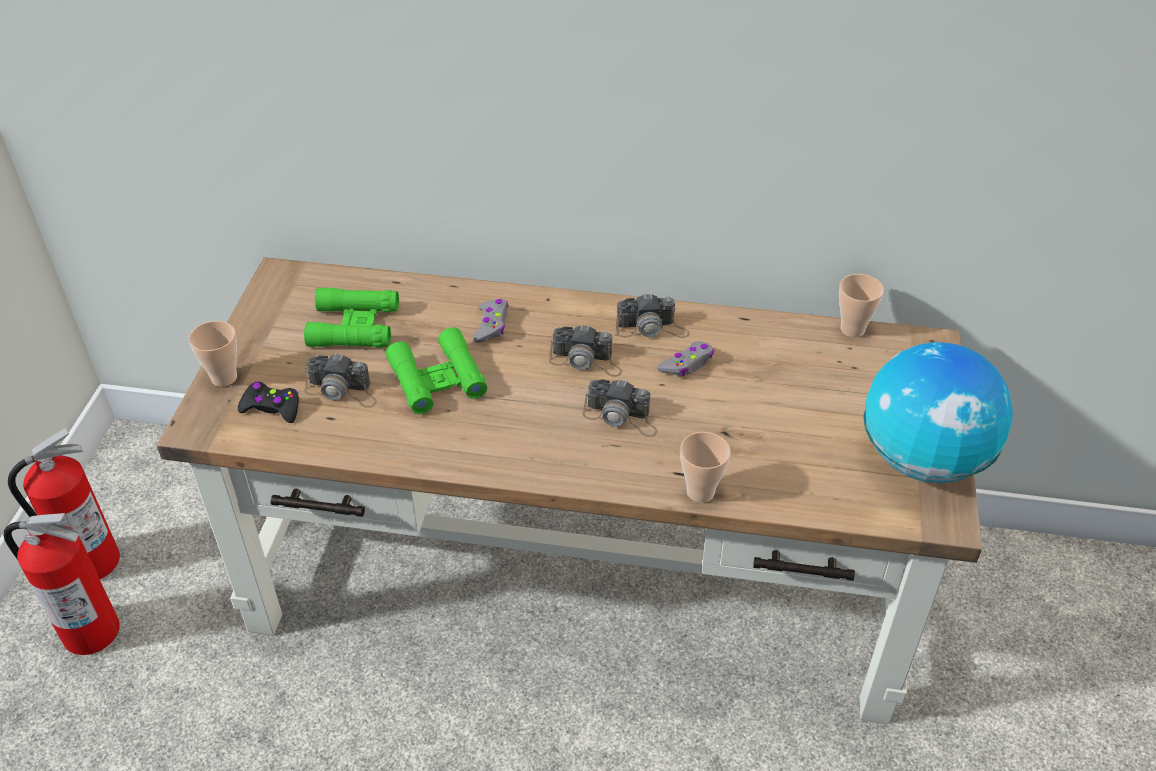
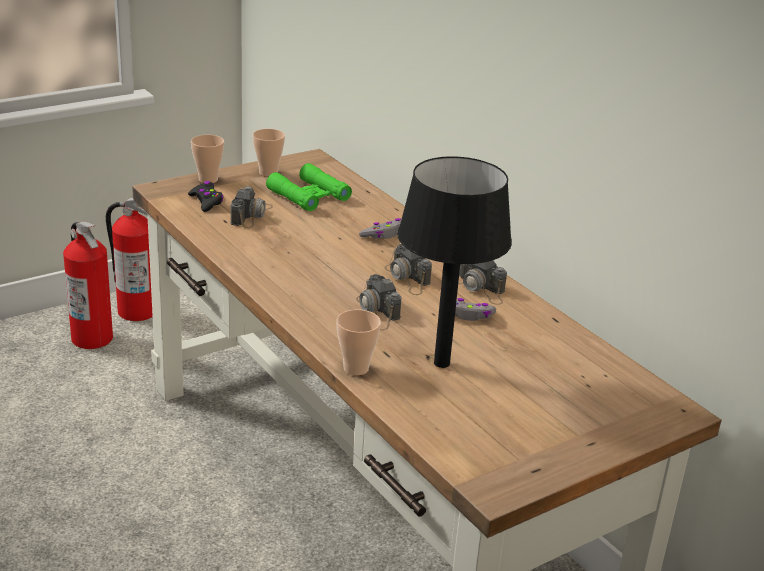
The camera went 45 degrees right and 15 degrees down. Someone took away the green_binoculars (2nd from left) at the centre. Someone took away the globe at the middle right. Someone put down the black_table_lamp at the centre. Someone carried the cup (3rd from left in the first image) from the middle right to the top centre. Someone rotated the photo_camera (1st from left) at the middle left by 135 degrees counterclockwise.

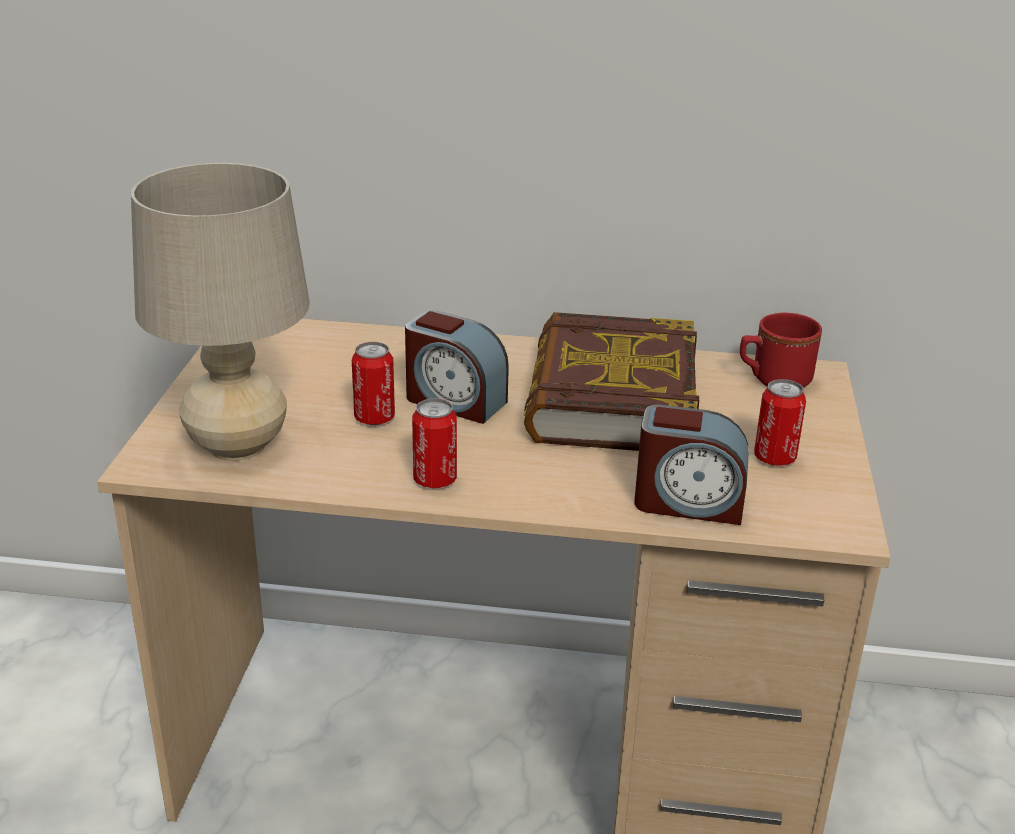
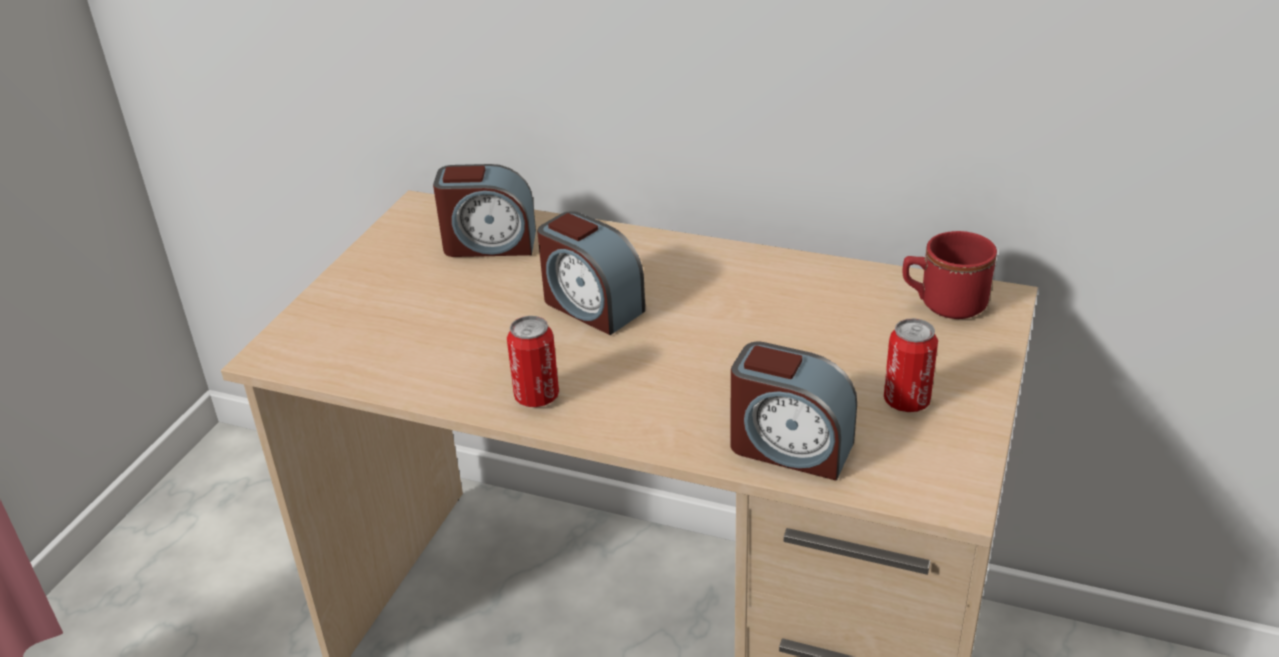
The camera went 15 degrees right and 5 degrees up. Someone took away the beige_table_lamp at the middle left. Someone took away the can (1st from left) at the centre. Someone took away the book at the centre. Someone put down the alarm_clock (1st from left) at the top centre.

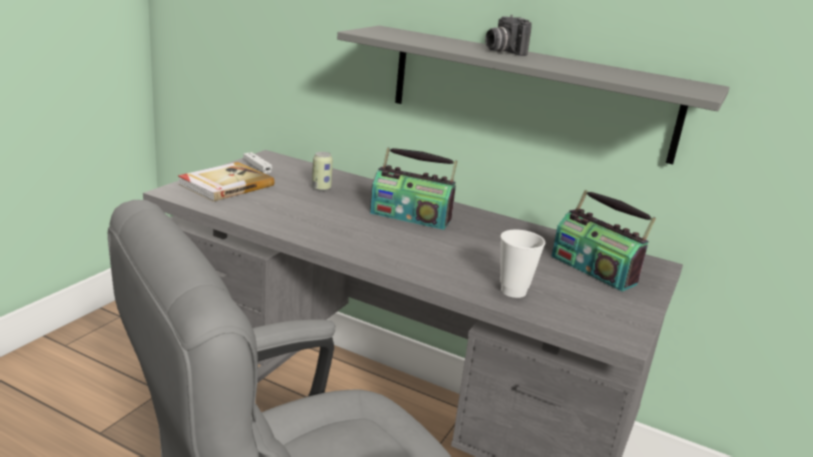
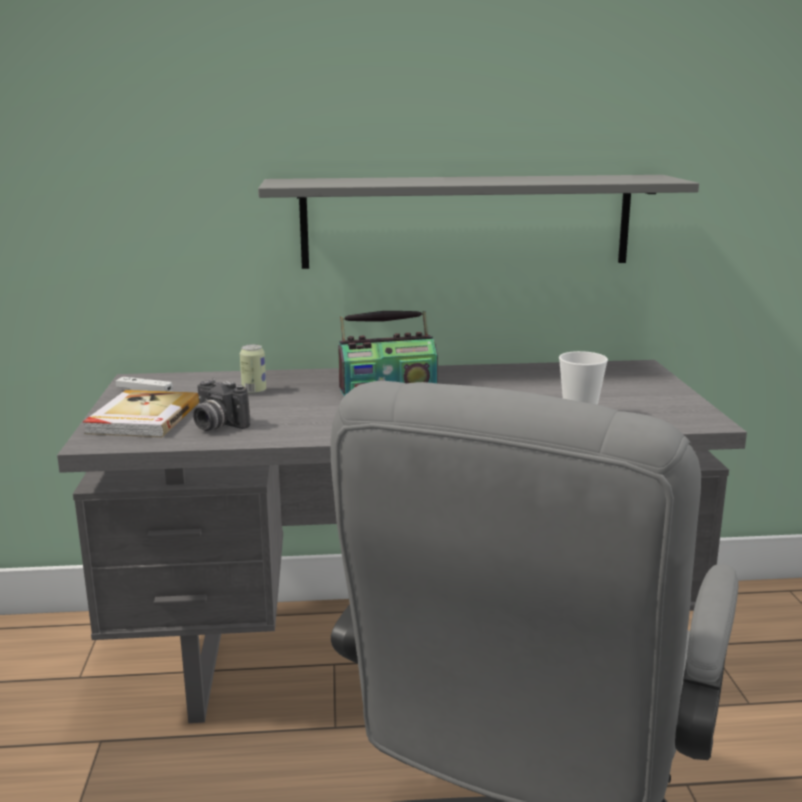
The camera went 30 degrees left and 5 degrees down. Someone took away the radio (2nd from left) at the middle right. Someone carried the photo_camera from the top centre to the middle left.

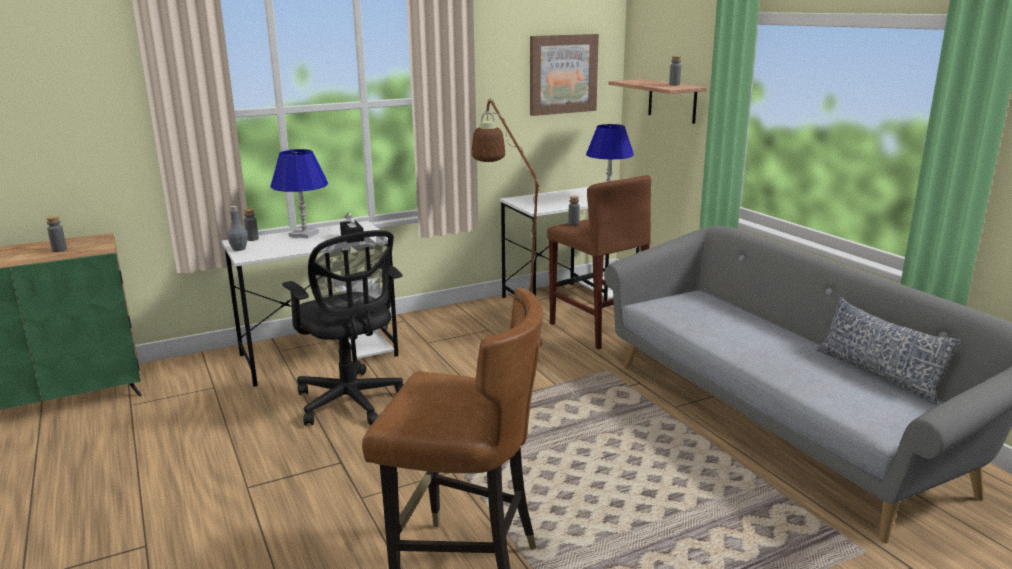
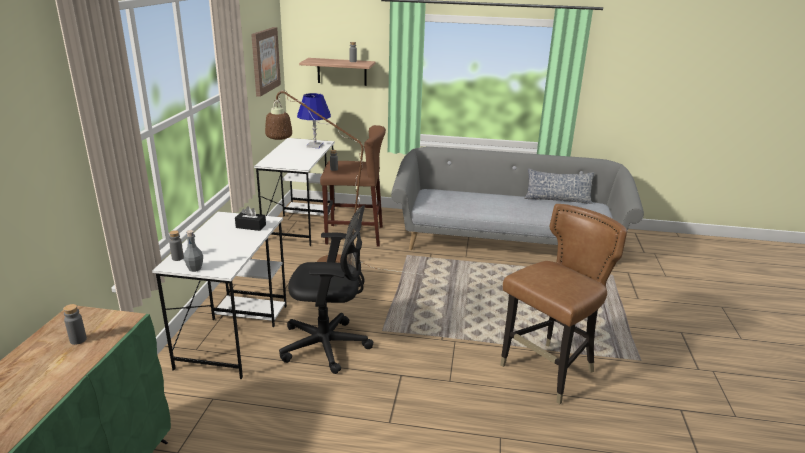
The camera went 55 degrees left and 5 degrees up. Someone took away the blue_table_lamp (1st from left) at the middle left.

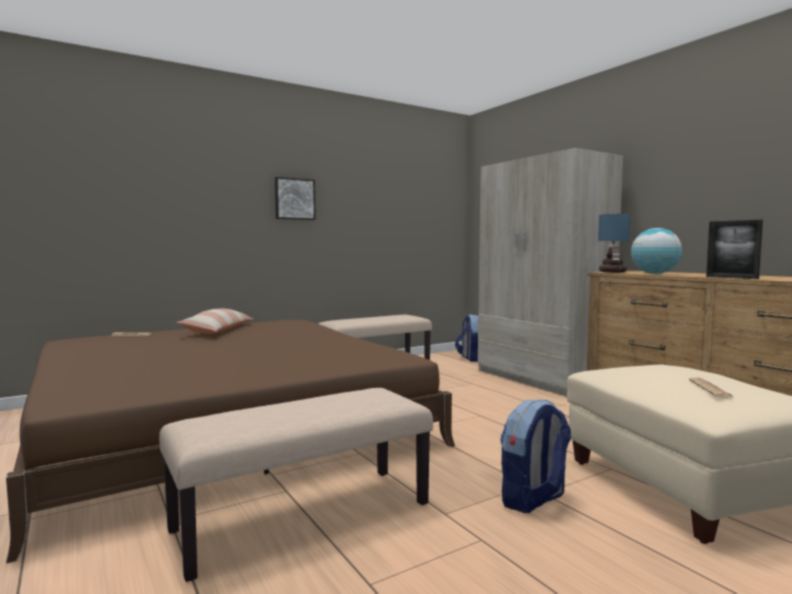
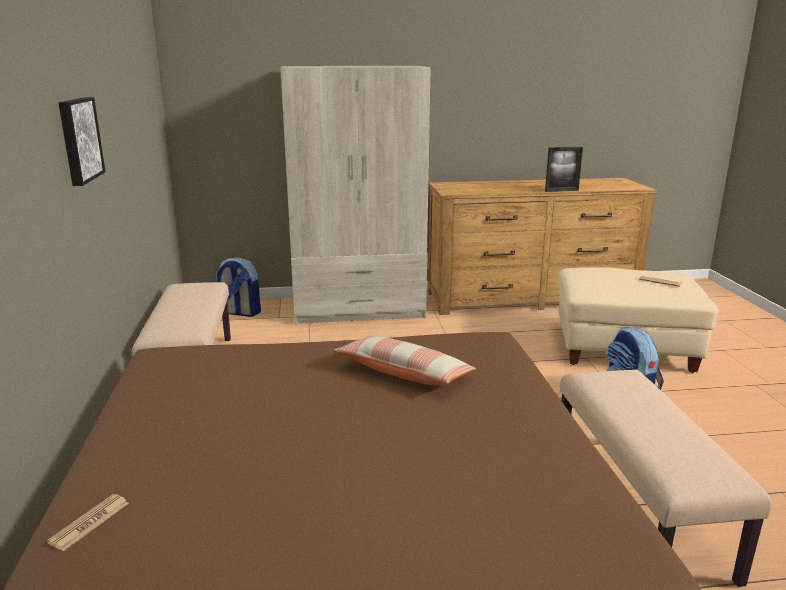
The camera went 65 degrees left and 15 degrees up. Someone took away the table_lamp at the middle right. Someone took away the globe at the middle right. Someone carried the pillow from the middle left to the centre.

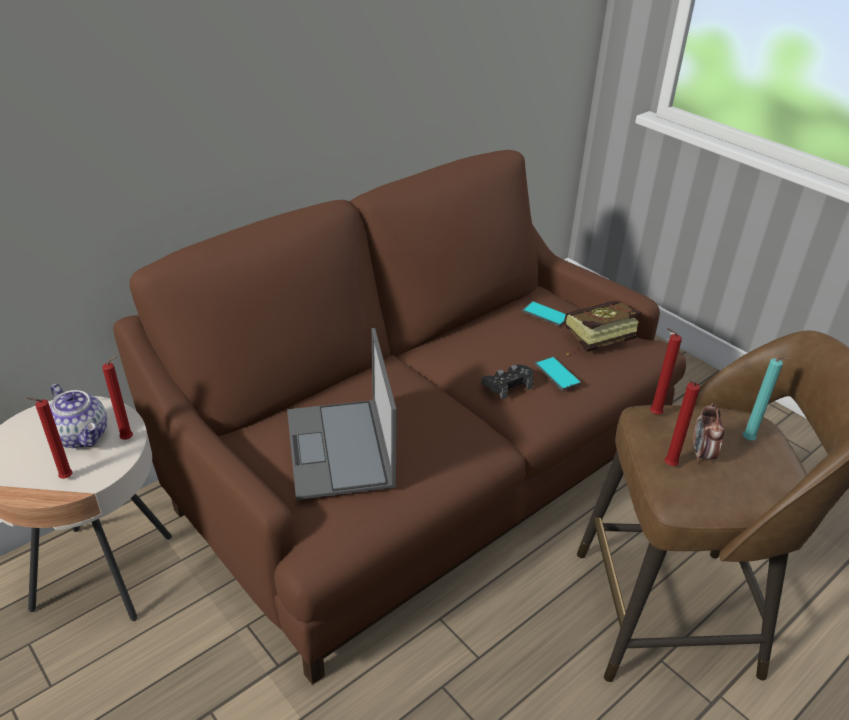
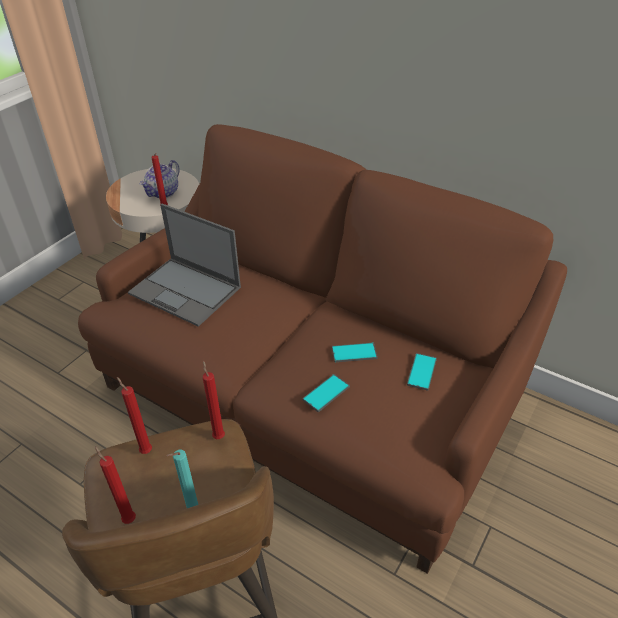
The camera went 75 degrees right and 5 degrees up. Someone took away the black_game_controller at the centre. Someone took away the book at the middle right. Someone took away the alarm_clock at the middle right. Someone put down the phone (2nd from left) at the centre. Someone carried the red_candle (1st from left) from the middle left to the bottom left. Someone rotated the laptop at the centre by 120 degrees counterclockwise.

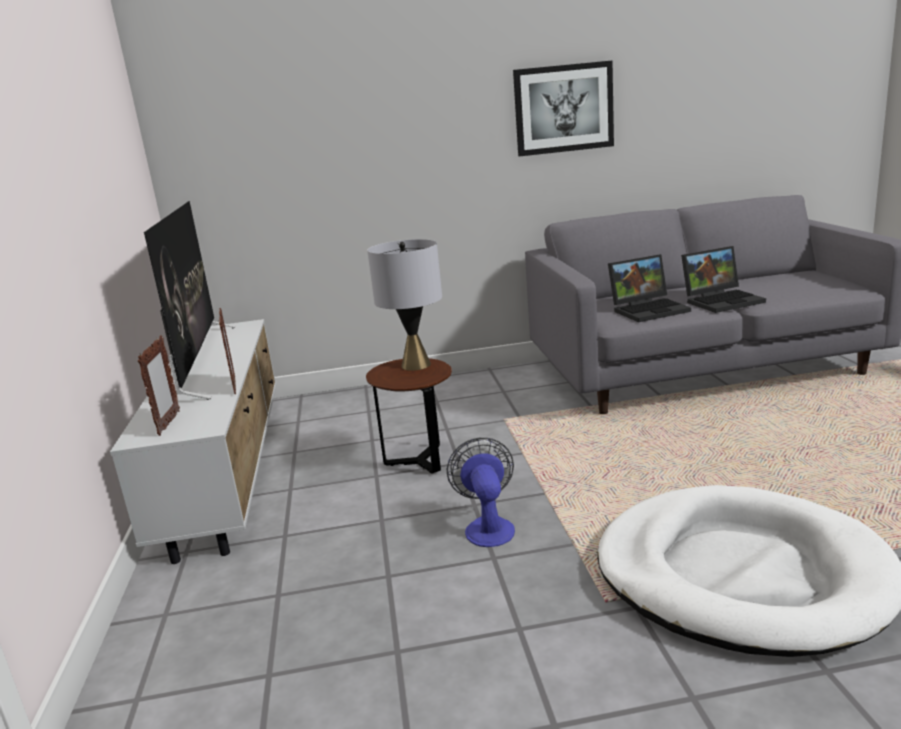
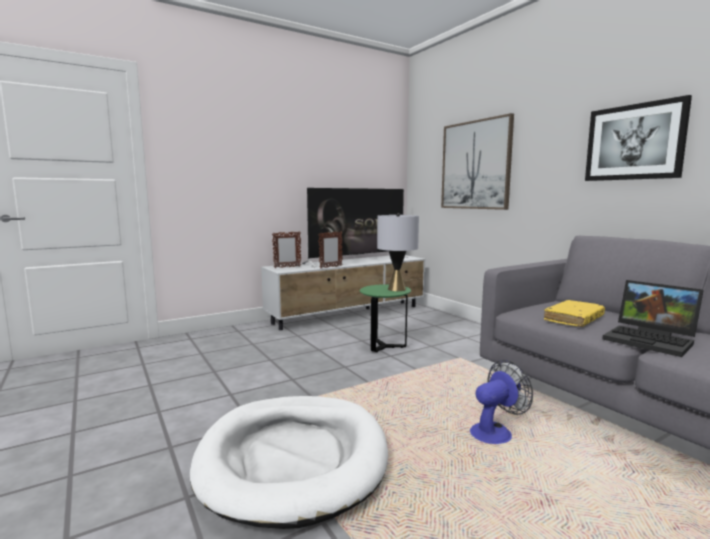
The camera went 65 degrees right and 10 degrees down. Someone put up the picture (1st from left) at the top right. Someone carried the fan from the bottom centre to the bottom right. Someone swapped the laptop (1st from left) at the middle right for the yellow_book at the middle right. Someone repainted the brown_side_table at the centre, which became the green_side_table at the centre.

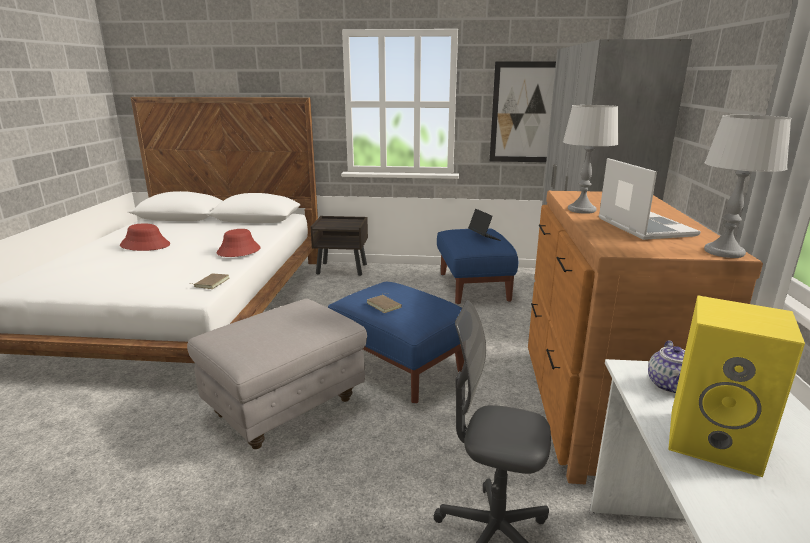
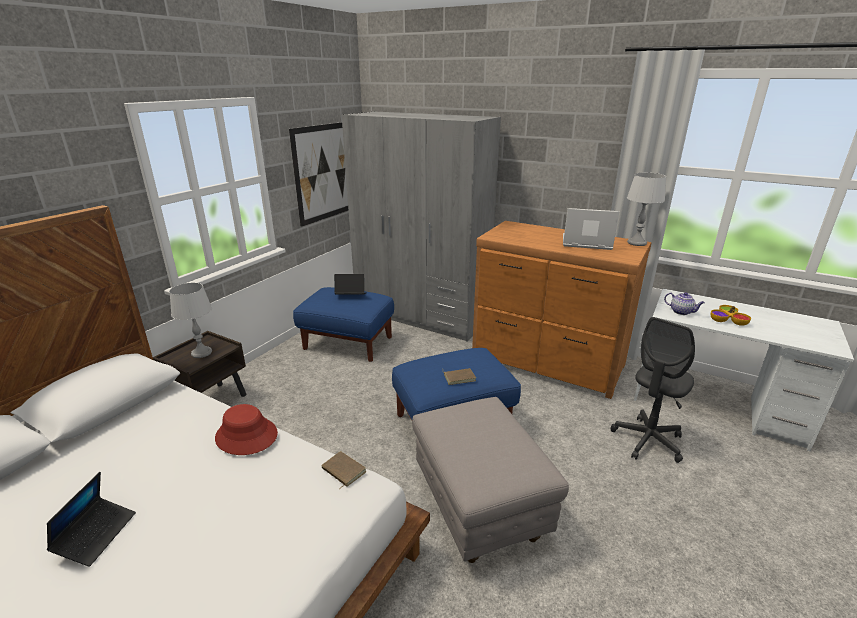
The camera went 65 degrees left and 5 degrees up. Someone carried the grey_table_lamp (1st from left) from the top right to the middle left. Someone swapped the red_hat (1st from left) at the middle left for the laptop (1st from left) at the bottom left. Someone swapped the yellow_speaker at the bottom right for the bowl at the middle right.

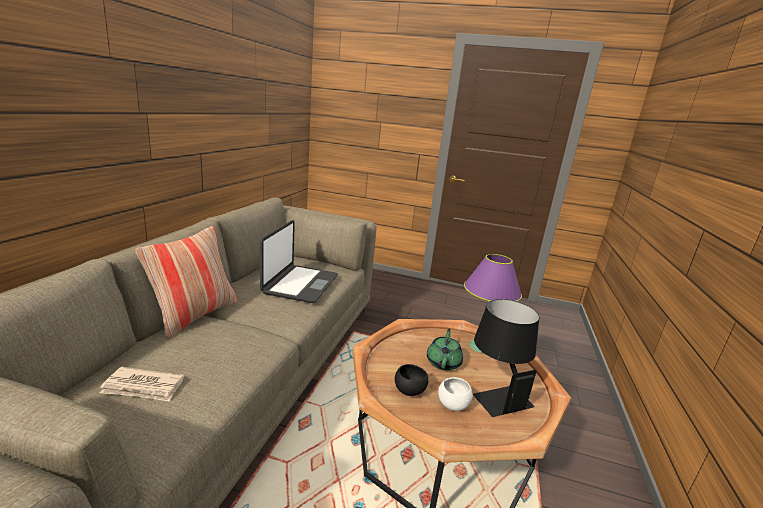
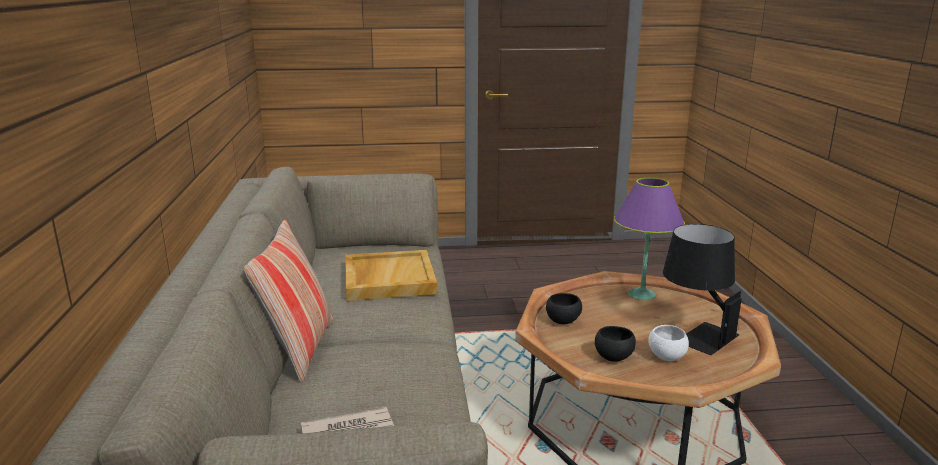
The camera went 20 degrees left and 0 degrees up. Someone took away the green_teapot at the bottom centre. Someone put down the black_bowl (1st from left) at the centre. Someone swapped the laptop at the centre for the beige_tray at the centre.

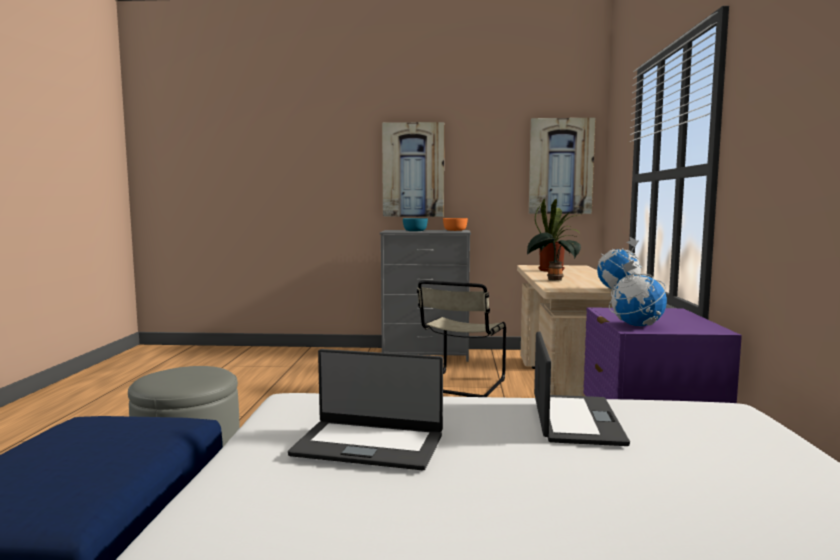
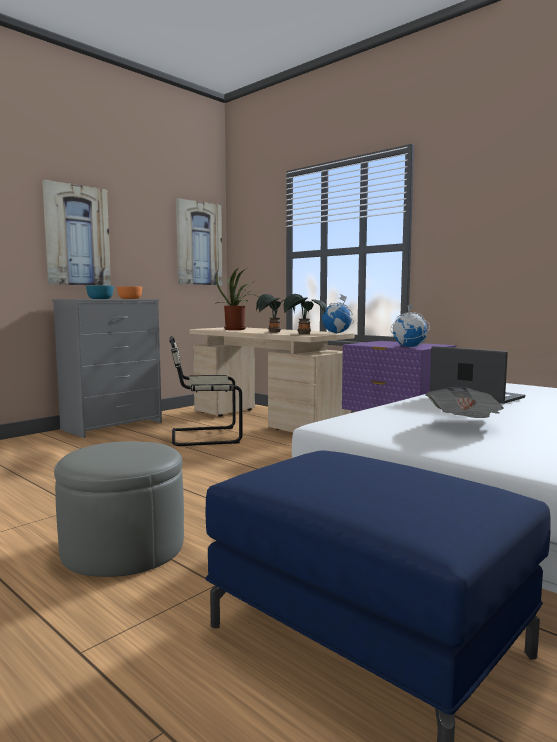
The camera went 50 degrees left and 0 degrees up. Someone put down the potted_plant (3rd from left) at the centre. Someone swapped the laptop (1st from left) at the bottom centre for the newspaper at the middle right. Someone rotated the beige_chair at the centre by 105 degrees clockwise.

